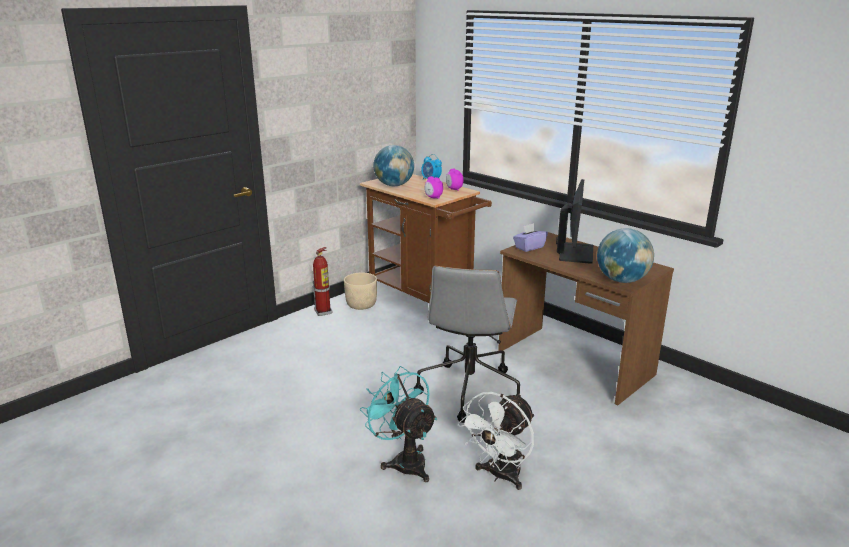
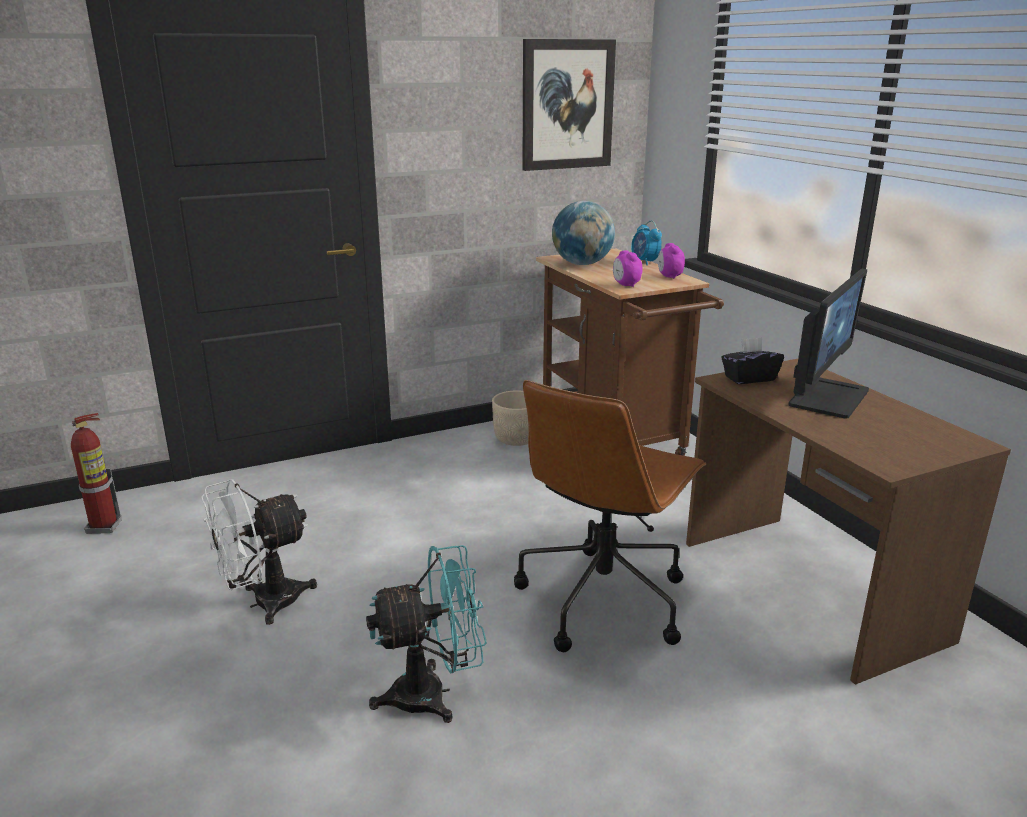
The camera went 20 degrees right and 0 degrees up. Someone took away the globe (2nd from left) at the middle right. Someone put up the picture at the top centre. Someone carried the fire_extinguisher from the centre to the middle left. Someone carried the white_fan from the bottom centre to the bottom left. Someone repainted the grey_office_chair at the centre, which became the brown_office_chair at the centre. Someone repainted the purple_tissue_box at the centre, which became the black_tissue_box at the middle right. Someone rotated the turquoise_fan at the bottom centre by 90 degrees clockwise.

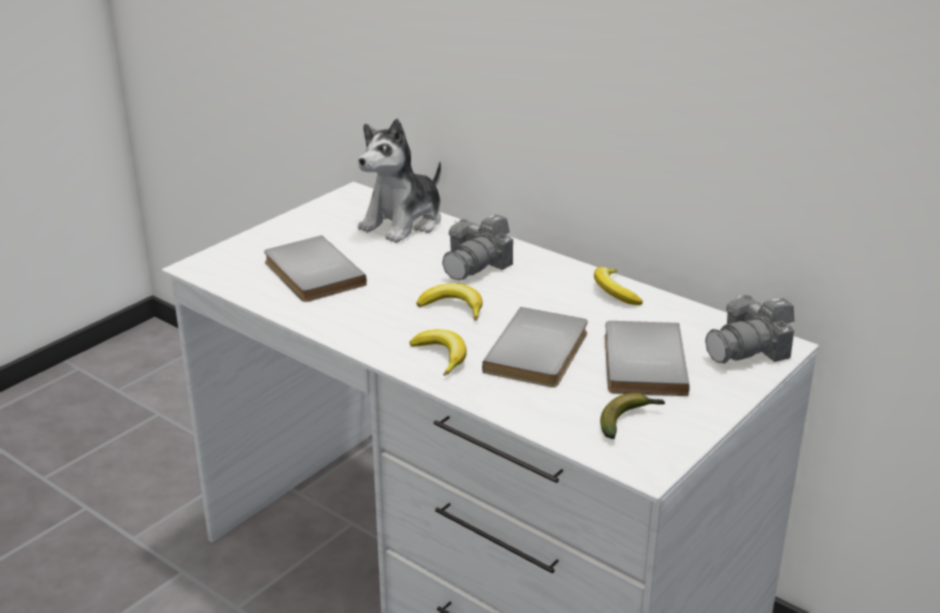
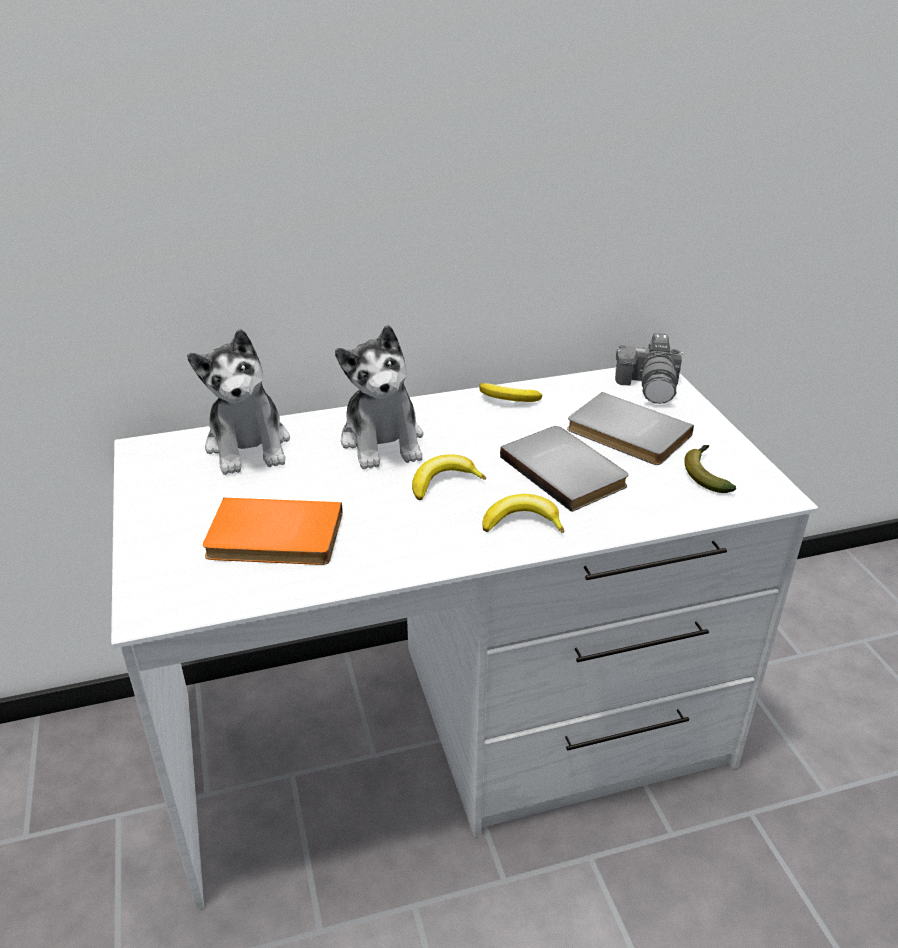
The camera went 55 degrees left and 5 degrees up. Someone swapped the photo_camera (1st from left) at the centre for the plush_toy (2nd from left) at the centre. Someone repainted the grey_book (1st from left) at the centre, which became the orange_book at the middle left.

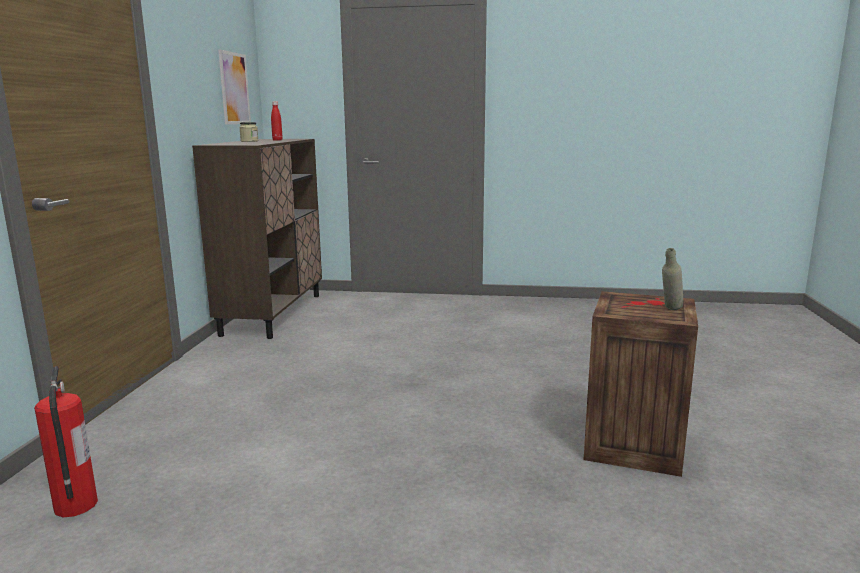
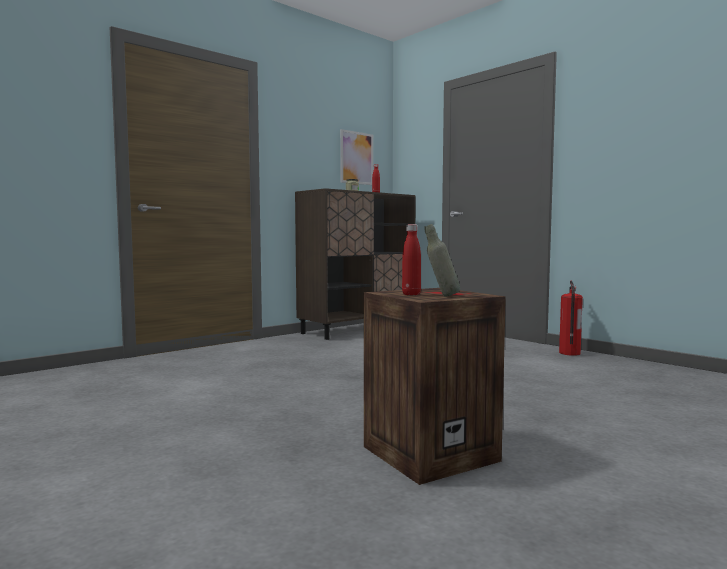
The camera went 40 degrees right and 10 degrees down. Someone put down the red_bottle (2nd from left) at the centre. Someone carried the fire_extinguisher from the bottom left to the middle right.

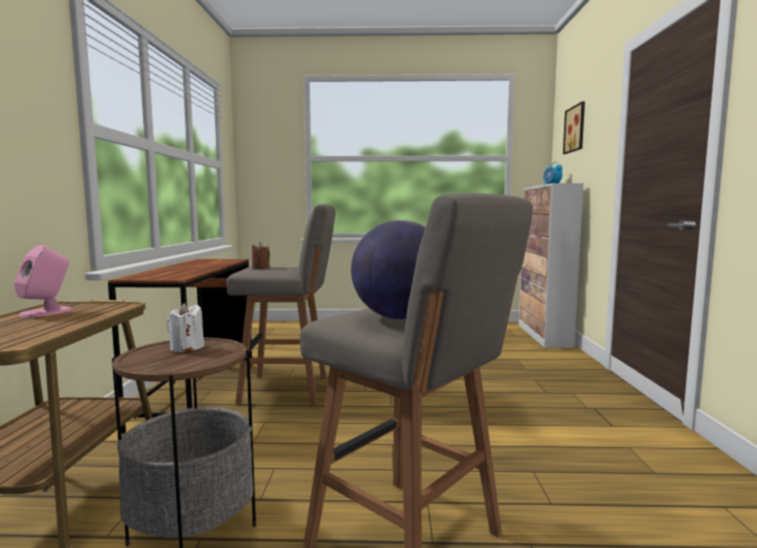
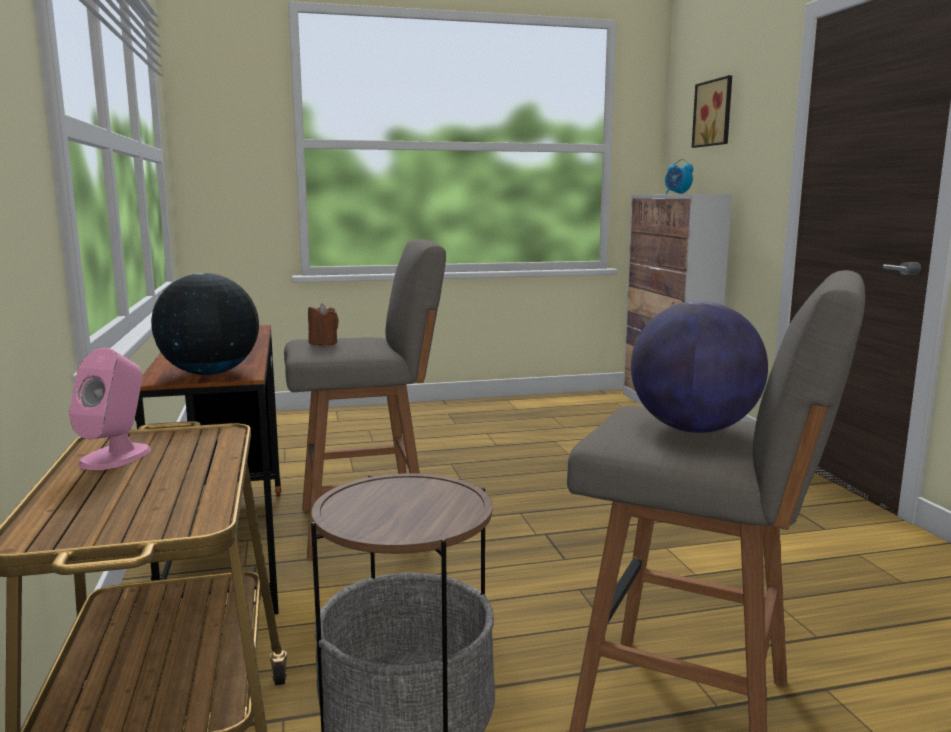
The camera went 15 degrees left and 5 degrees up. Someone took away the white_candle at the middle left. Someone put down the globe (1st from left) at the middle left.

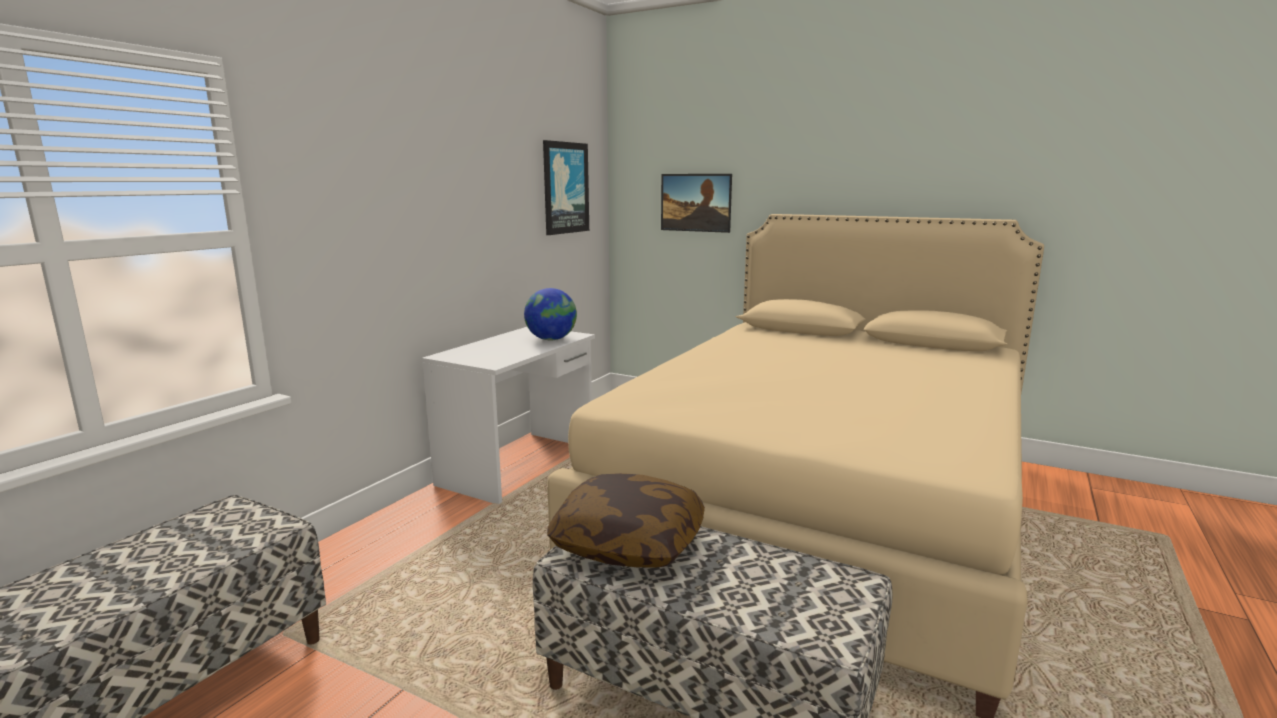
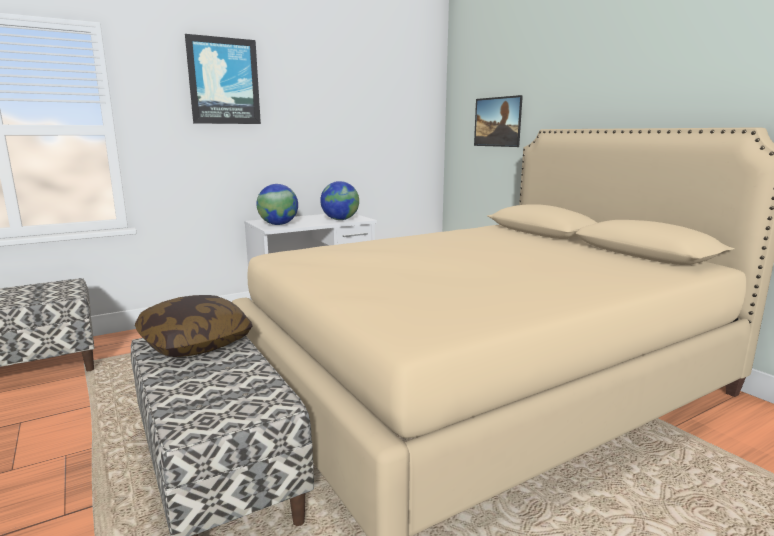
The camera went 30 degrees right and 0 degrees up. Someone put down the globe (1st from left) at the centre. Someone carried the picture (1st from left) from the top centre to the top left.

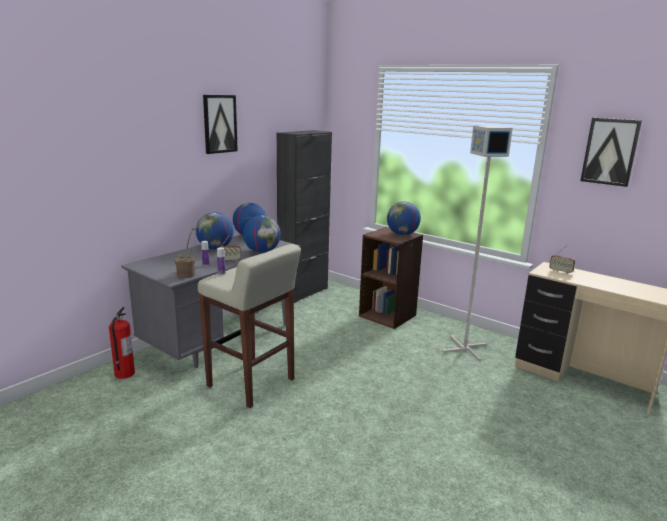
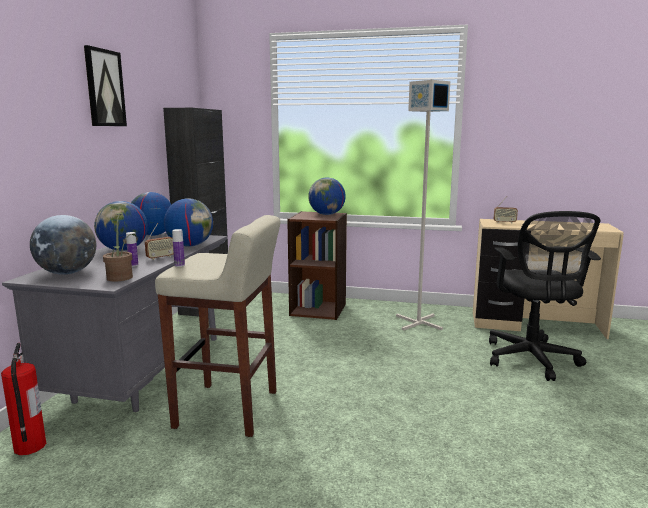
The camera went 25 degrees left and 5 degrees down. Someone took away the picture (2nd from left) at the top right. Someone put down the globe (1st from left) at the middle left. Someone put down the black_office_chair at the middle right.

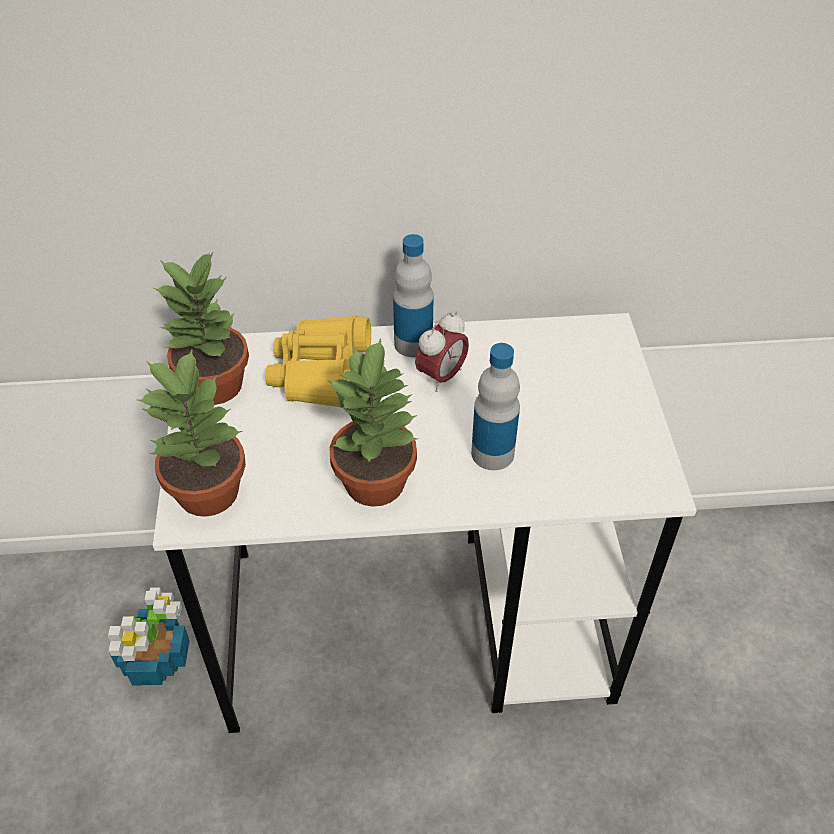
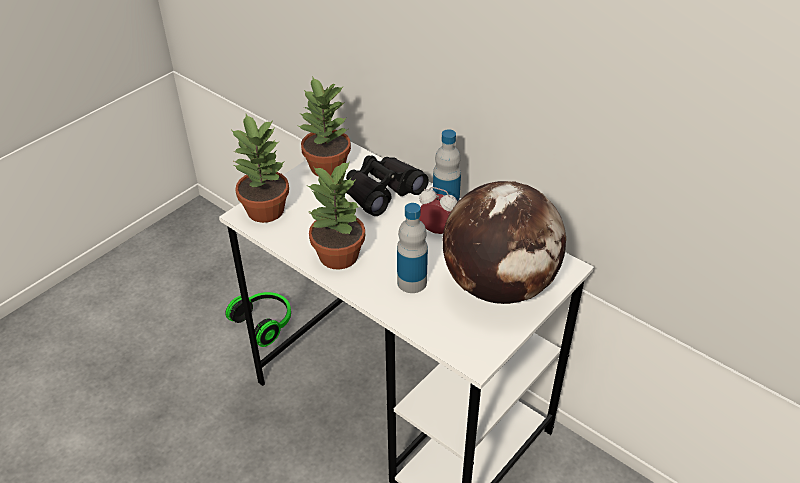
The camera went 45 degrees right and 5 degrees down. Someone put down the globe at the centre. Someone swapped the potted_plant (1st from left) at the bottom left for the headphones at the middle left. Someone repainted the yellow_binoculars at the centre, which became the black_binoculars at the centre. Someone rotated the alarm_clock at the centre by 150 degrees counterclockwise.

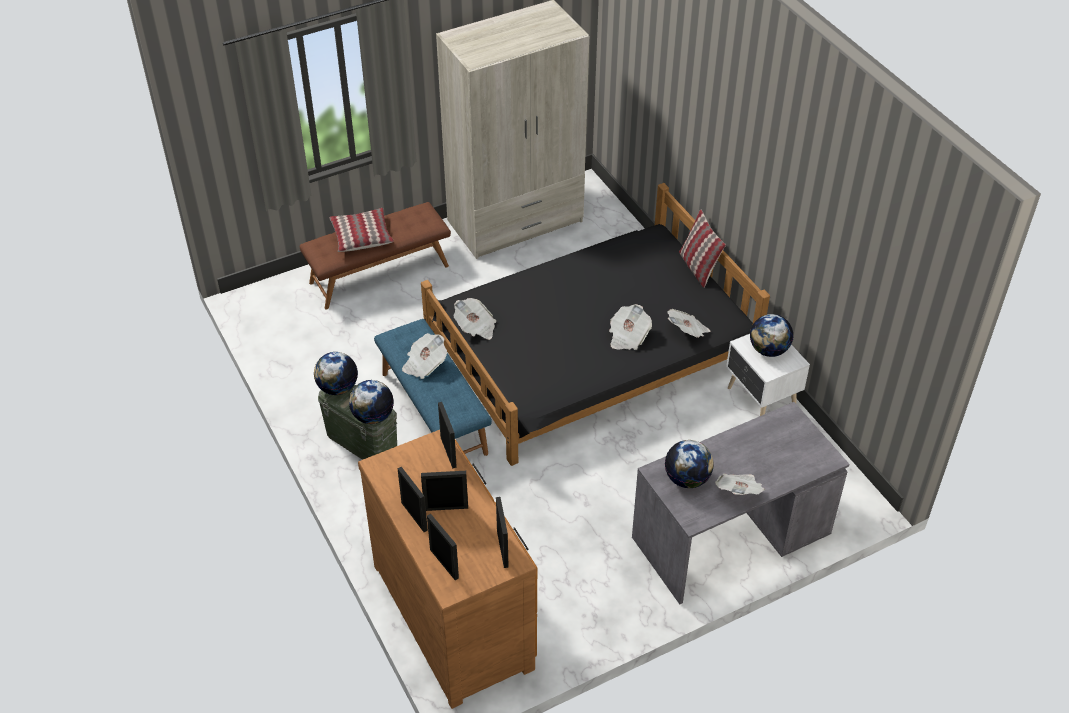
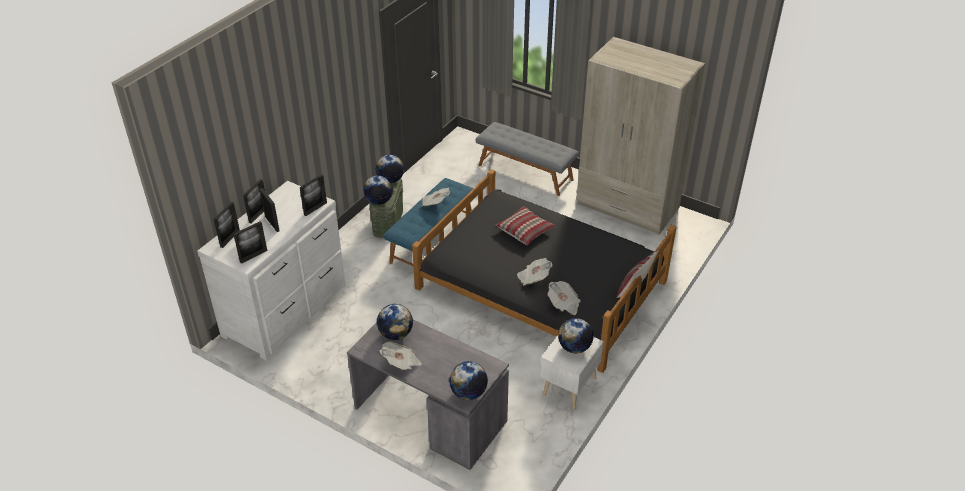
The camera went 60 degrees right and 5 degrees down. Someone took away the newspaper (2nd from left) at the centre. Someone put down the globe (4th from left) at the bottom centre. Someone carried the pillow (1st from left) from the top centre to the centre. Someone repainted the brown_bench at the centre, which became the grey_bench at the top centre. Someone repainted the brown_dresser at the bottom centre, which became the white_dresser at the middle left.

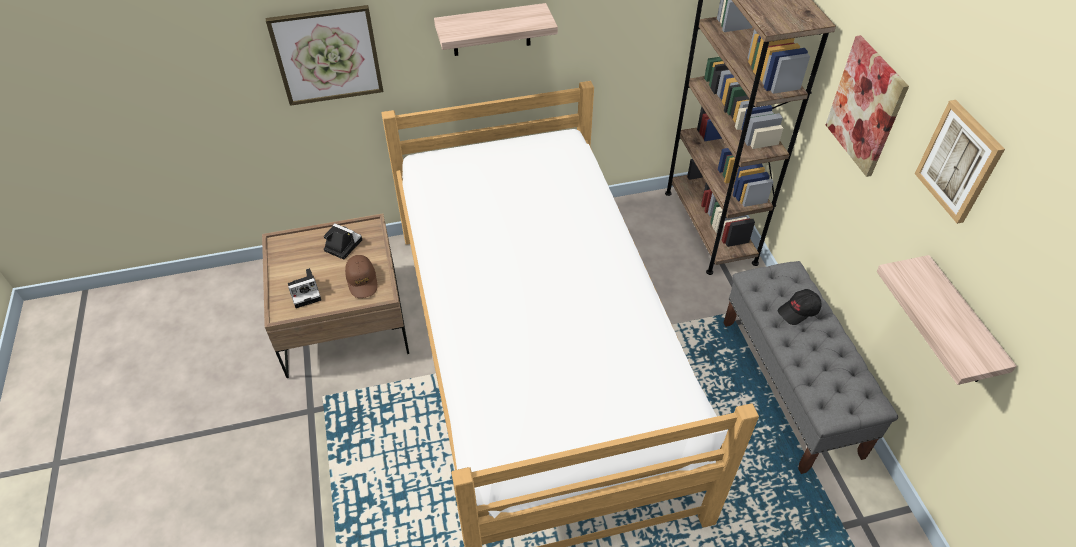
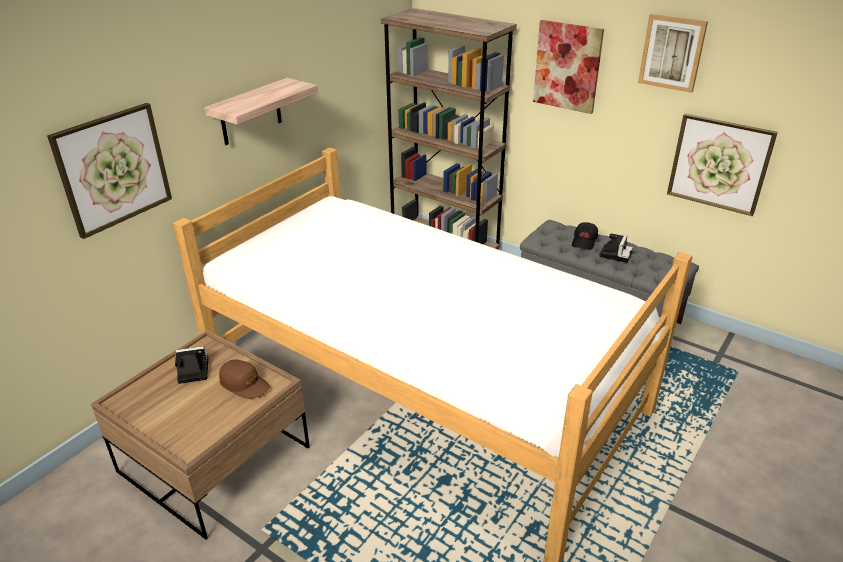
The camera went 40 degrees left and 15 degrees down. Someone carried the photo_camera (1st from left in the first image) from the middle left to the middle right. Someone swapped the shelf (2nd from left) at the middle right for the picture (4th from left) at the top right.

